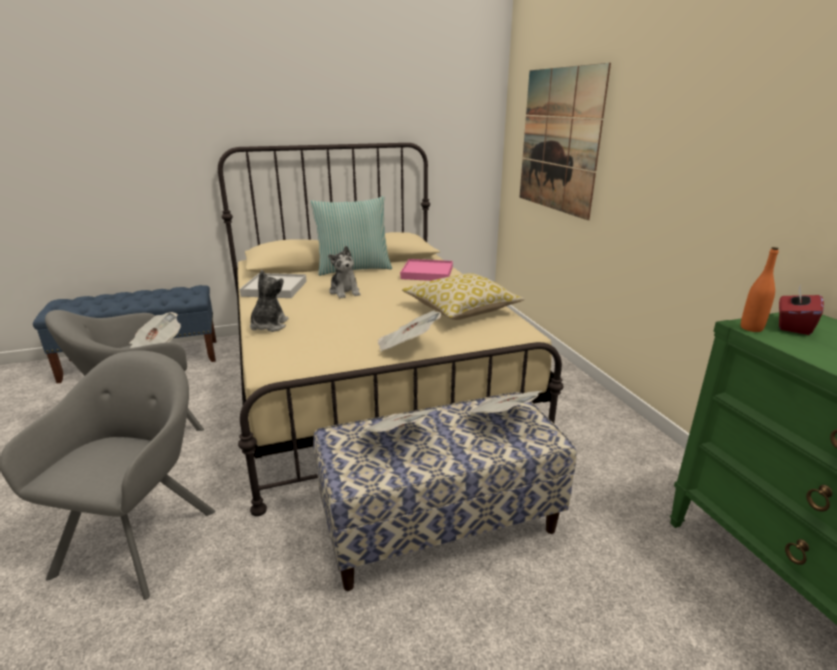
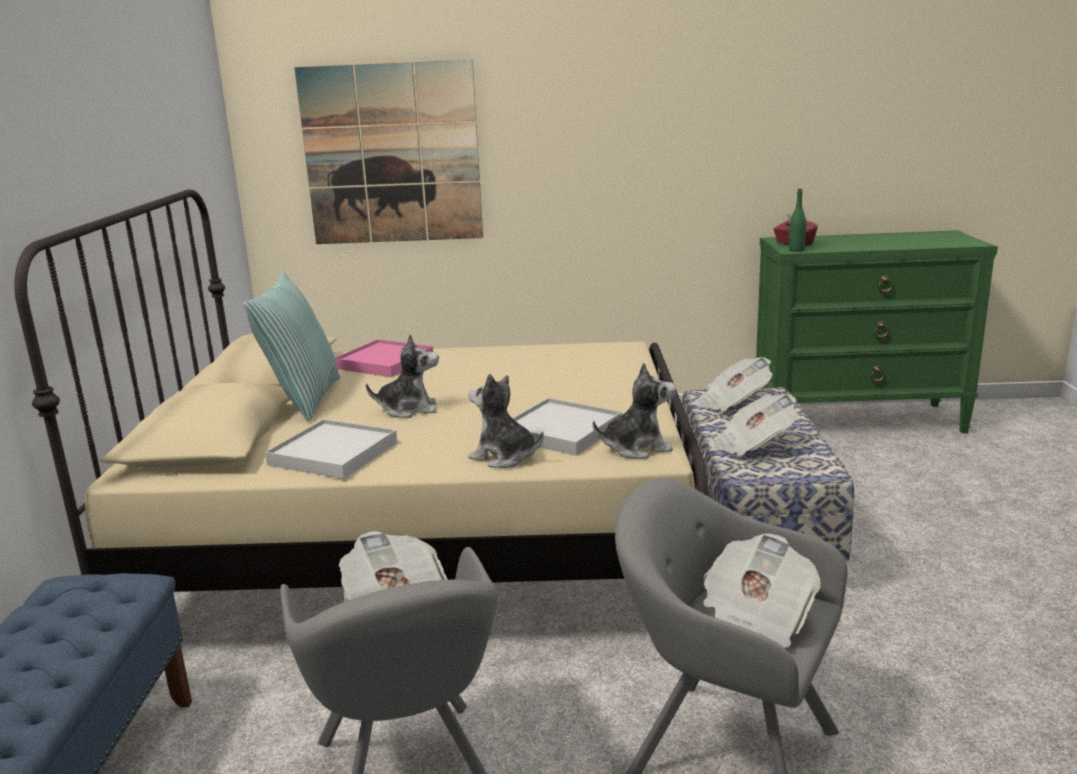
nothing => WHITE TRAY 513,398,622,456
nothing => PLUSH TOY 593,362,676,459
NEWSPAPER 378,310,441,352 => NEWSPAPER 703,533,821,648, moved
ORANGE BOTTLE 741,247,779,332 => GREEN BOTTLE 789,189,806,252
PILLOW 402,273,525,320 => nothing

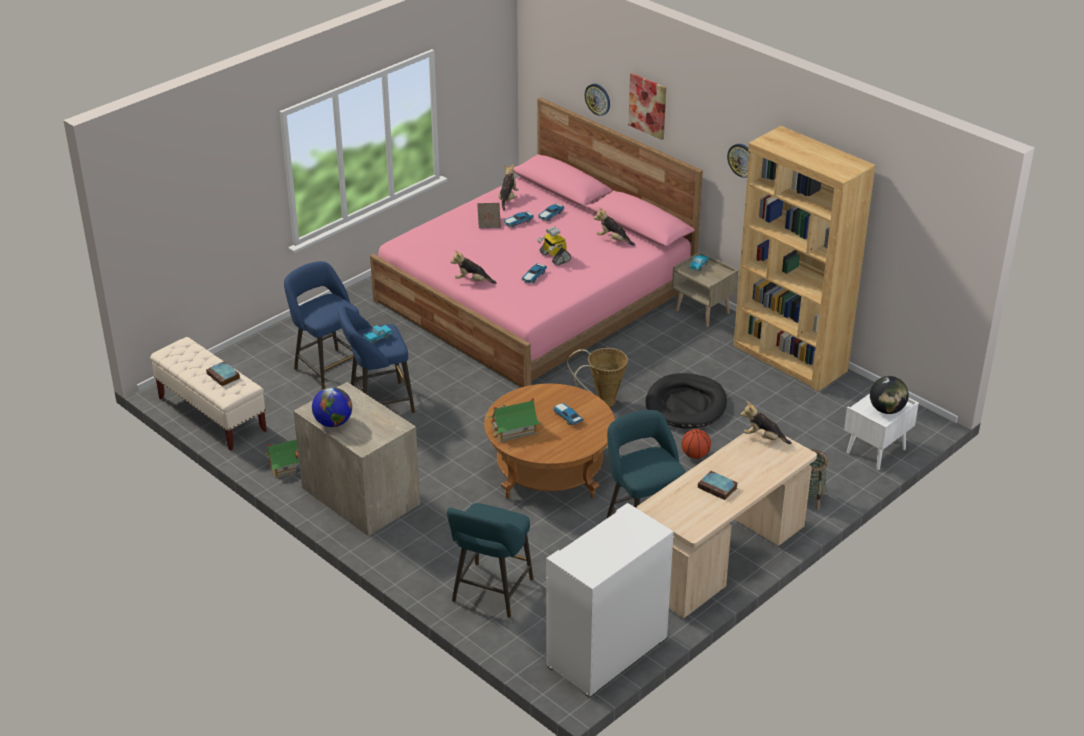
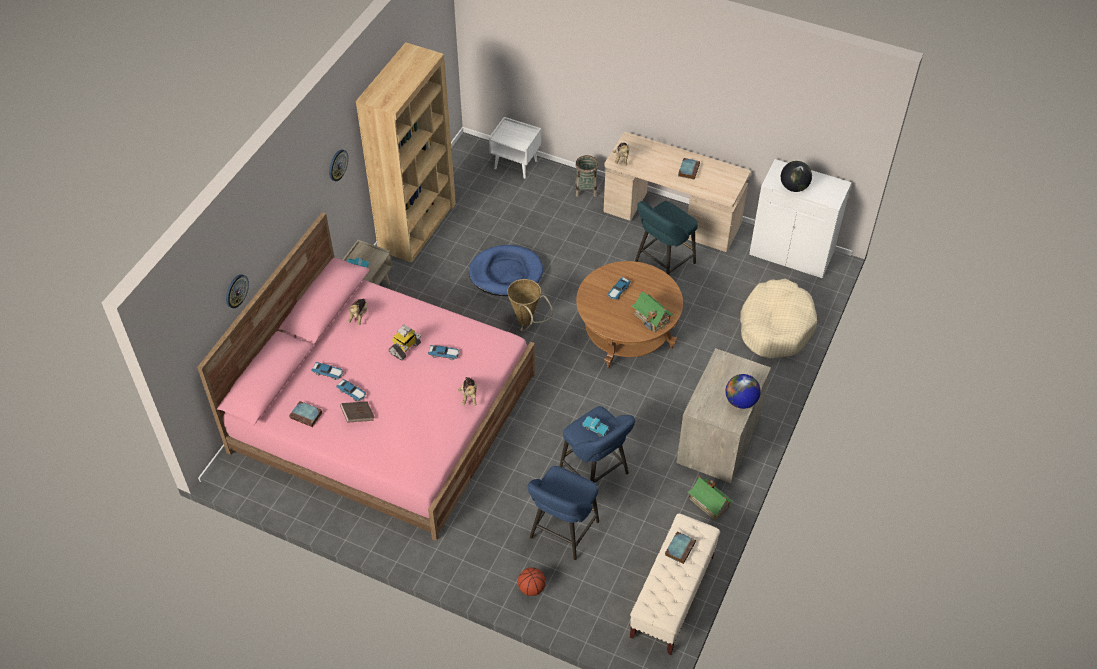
PLUSH TOY 499,164,518,211 => BOOK 289,401,322,427
BLACK DOG BED 645,373,727,429 => BLUE DOG BED 469,245,543,296
BASKETBALL 681,429,711,459 => BASKETBALL 518,567,546,596, moved
TURQUOISE STOOL 447,503,533,618 => BEIGE DOG BED 740,279,817,359
GLOBE 870,376,909,414 => GLOBE 781,161,812,192, moved
PICTURE 628,73,666,140 => nothing

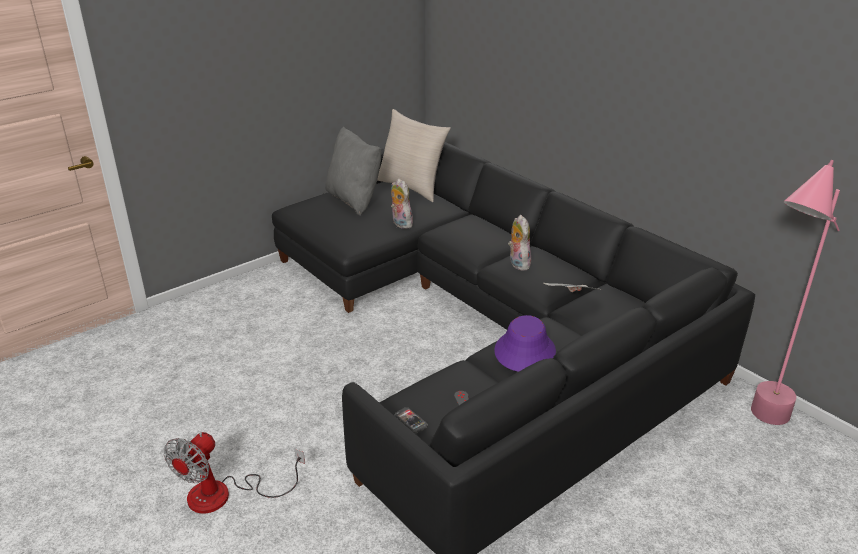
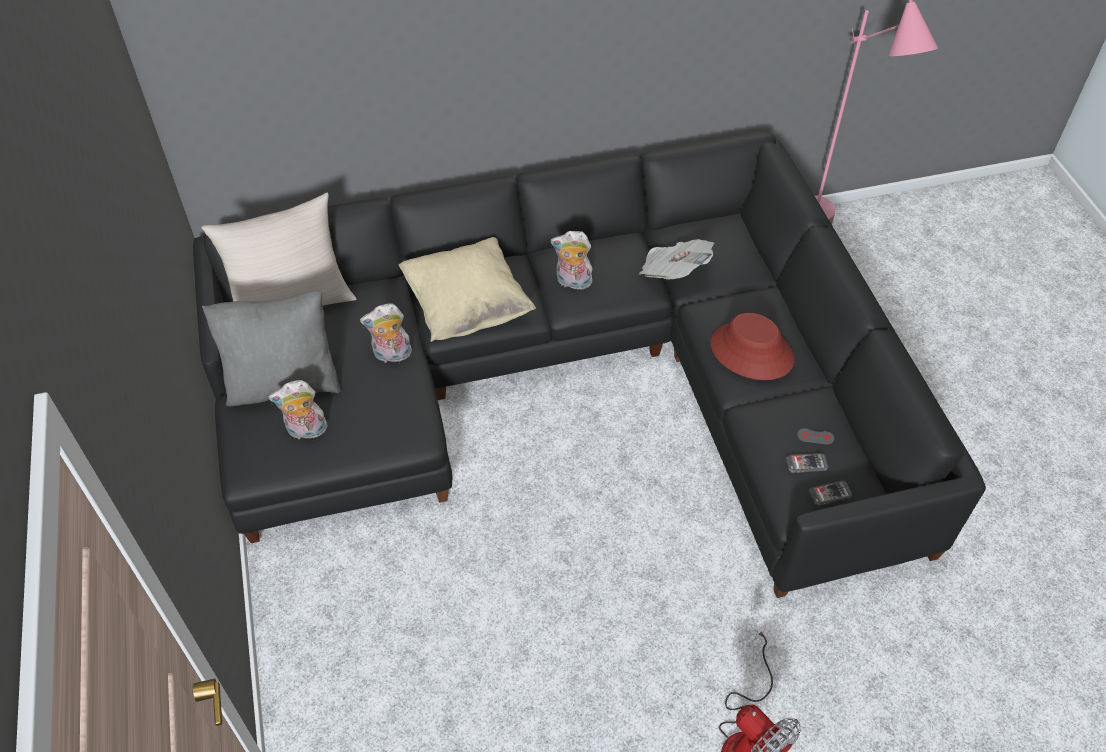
nothing => PLUSH TOY 268,380,328,439
nothing => BEIGE PILLOW 398,237,536,342
PURPLE HAT 494,315,556,372 => RED HAT 711,313,795,380
nothing => PHONE 786,453,828,473

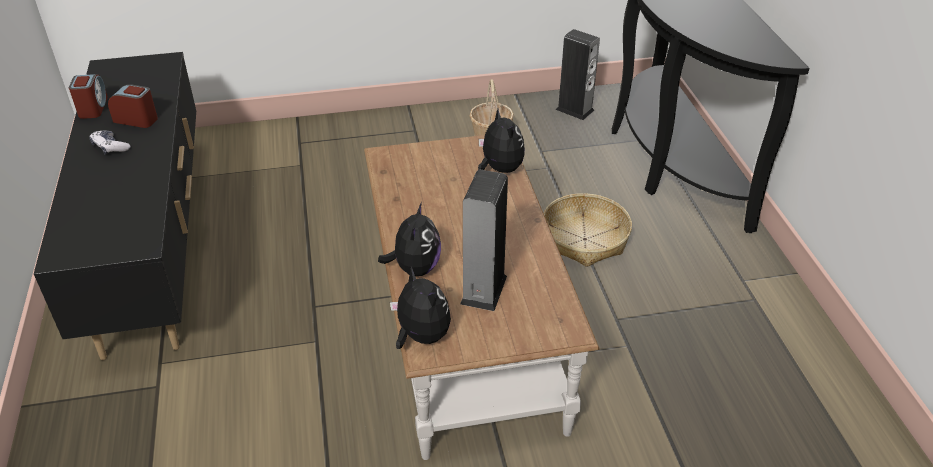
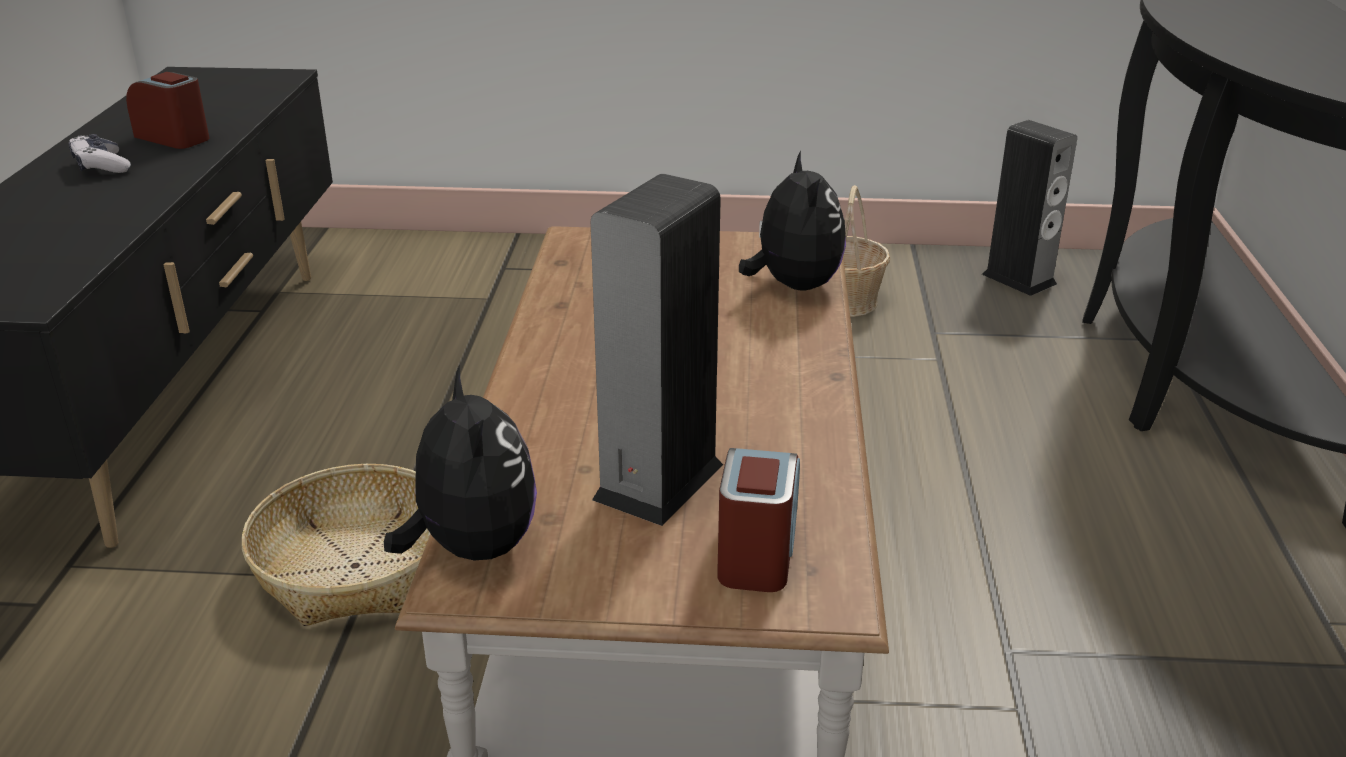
BASKET 544,193,632,267 => BASKET 242,464,430,626, moved
ALARM CLOCK 69,74,108,119 => ALARM CLOCK 717,448,800,592, moved
PLUSH TOY 378,202,441,276 => nothing

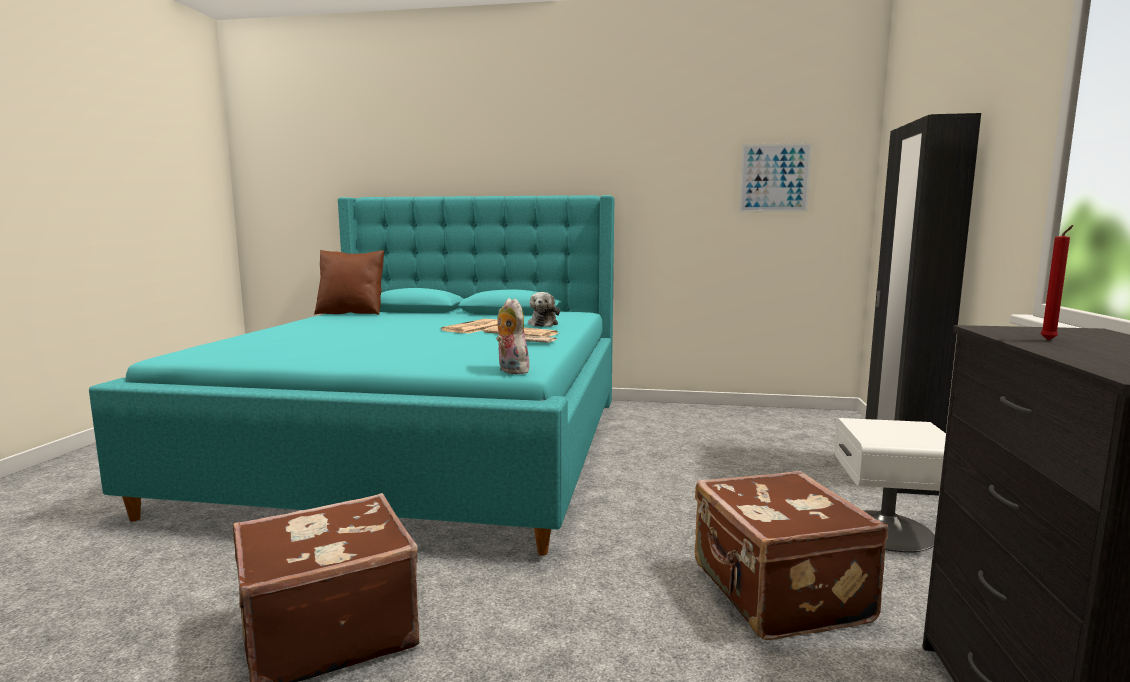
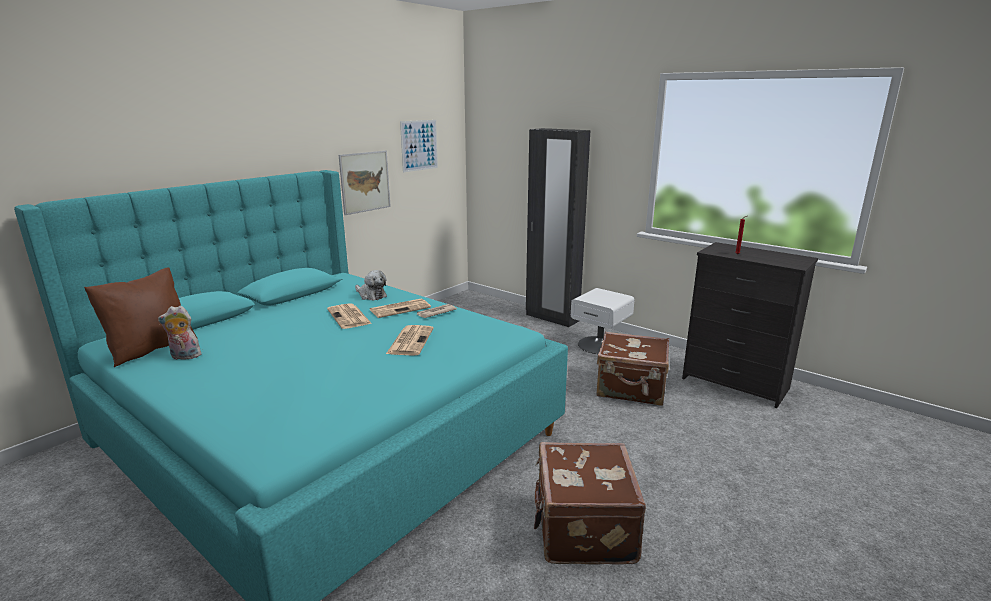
PLUSH TOY 496,298,529,374 => PLUSH TOY 158,305,205,360, moved
nothing => PICTURE 339,151,391,215
nothing => NEWSPAPER 386,325,433,356

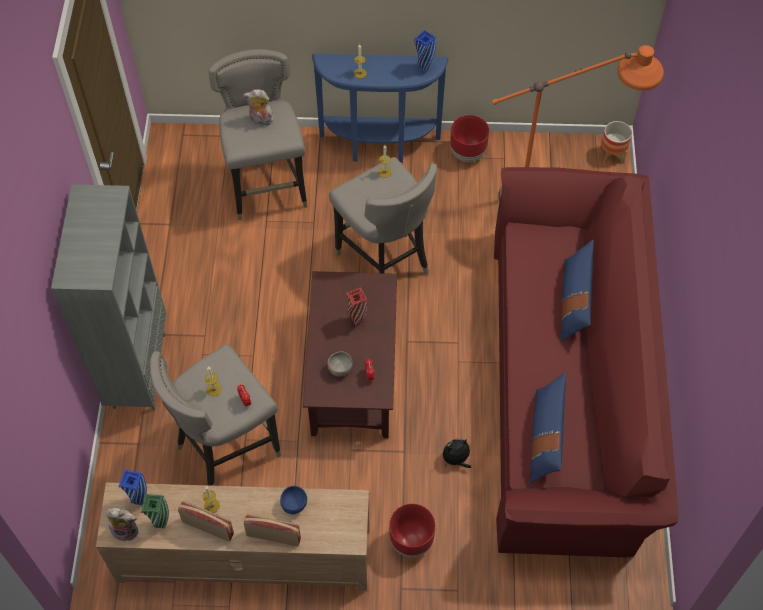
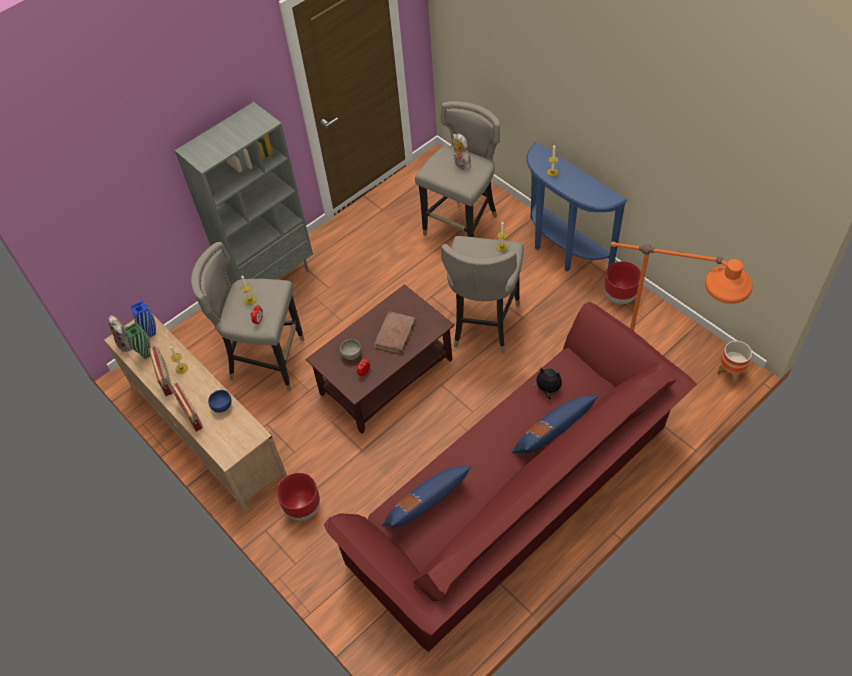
RED VASE 346,287,368,326 => BROWN BOOK 374,311,416,354
PLUSH TOY 443,439,471,468 => PLUSH TOY 532,368,562,400, moved
BLUE VASE 414,30,436,73 => nothing

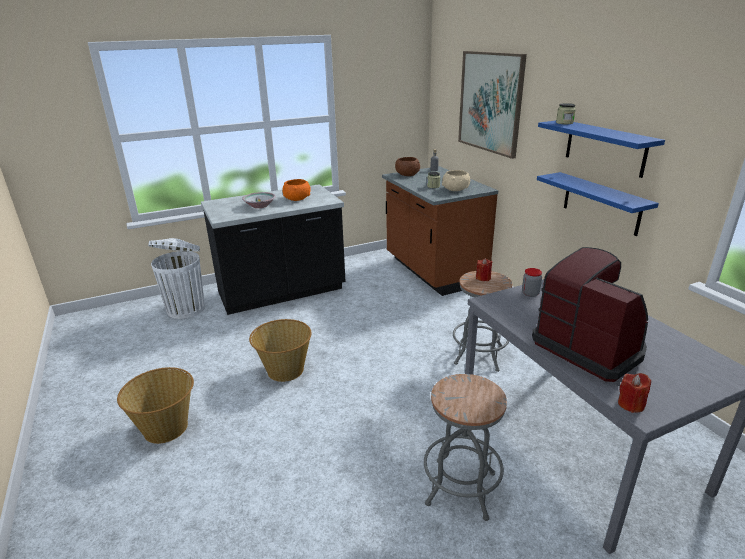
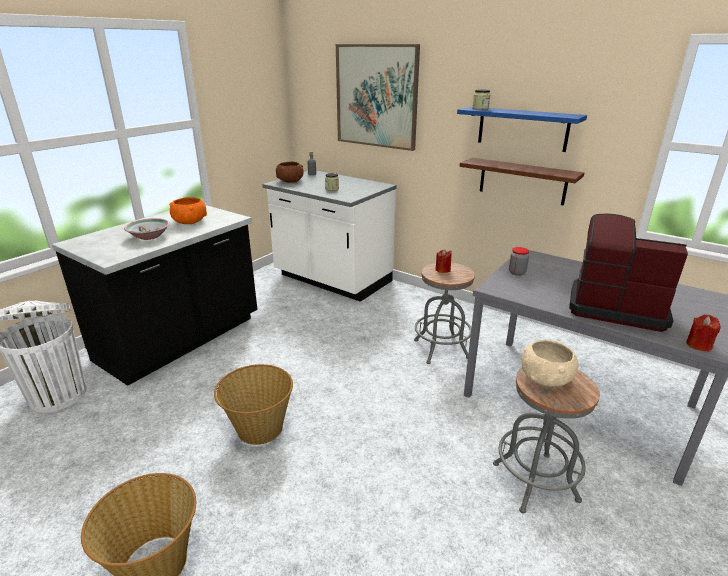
BROWN COUNTER 382,166,498,296 => WHITE COUNTER 262,171,397,302
BLUE SHELF 537,172,659,236 => BROWN SHELF 459,158,584,206
BEIGE BOWL 442,170,470,191 => BEIGE BOWL 522,340,579,387, moved

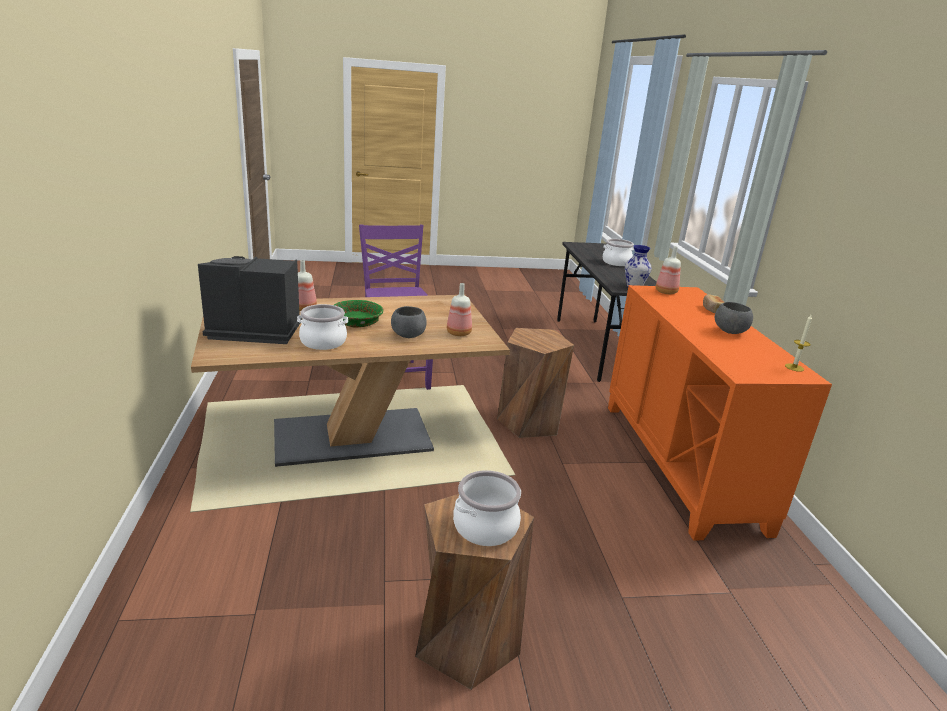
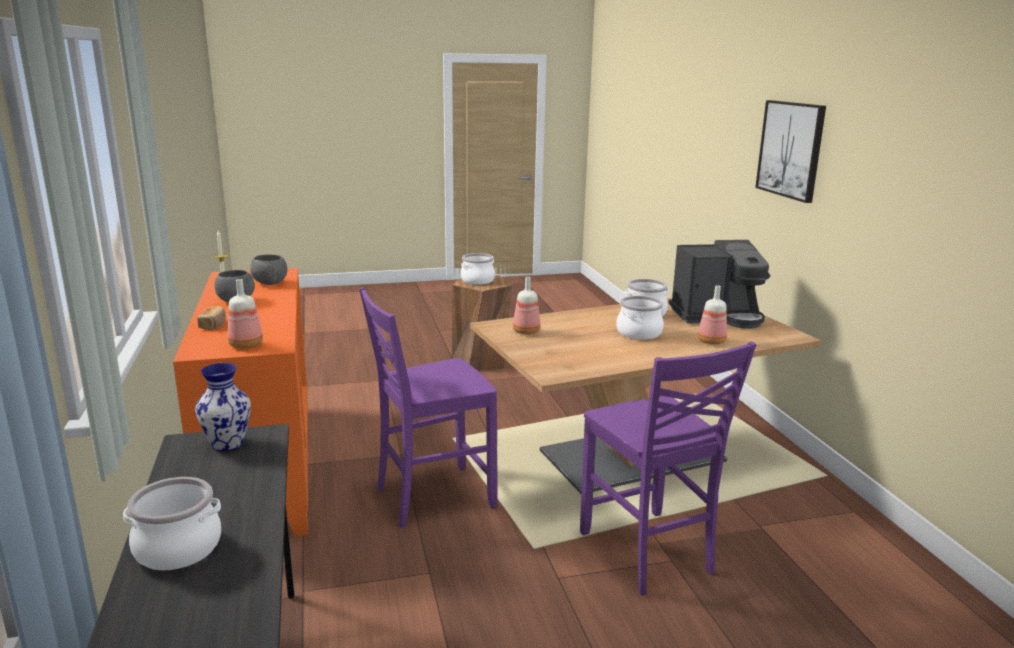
GREY BOWL 391,306,427,338 => GREY BOWL 250,255,287,285, moved
BROWN STOOL 497,328,574,438 => PURPLE CHAIR 359,287,498,528
GREEN BOWL 334,300,384,327 => COOKING POT 616,295,664,340
nothing => PICTURE 755,100,826,203

